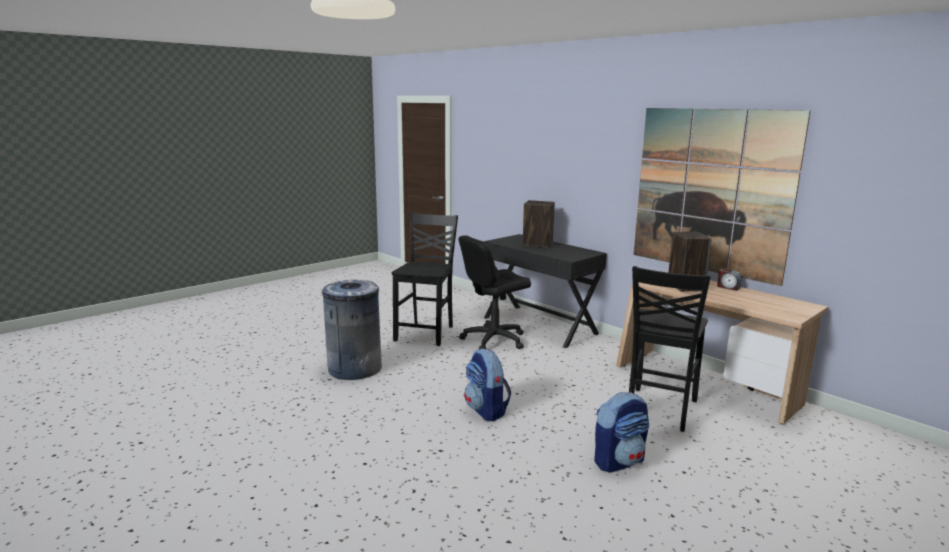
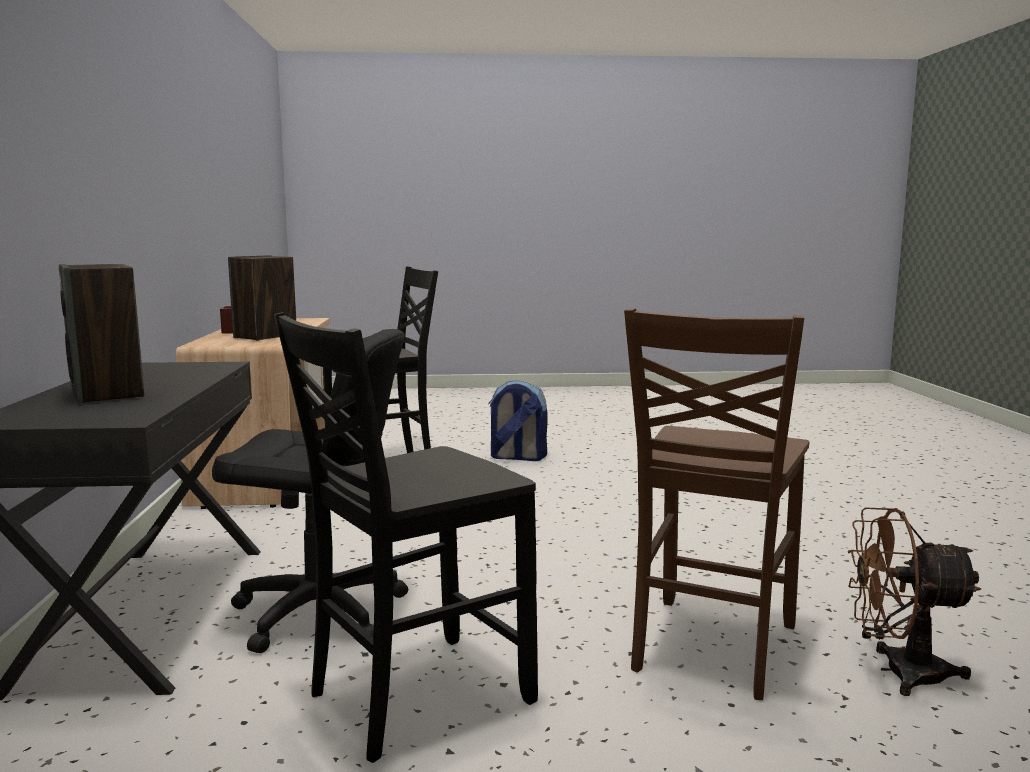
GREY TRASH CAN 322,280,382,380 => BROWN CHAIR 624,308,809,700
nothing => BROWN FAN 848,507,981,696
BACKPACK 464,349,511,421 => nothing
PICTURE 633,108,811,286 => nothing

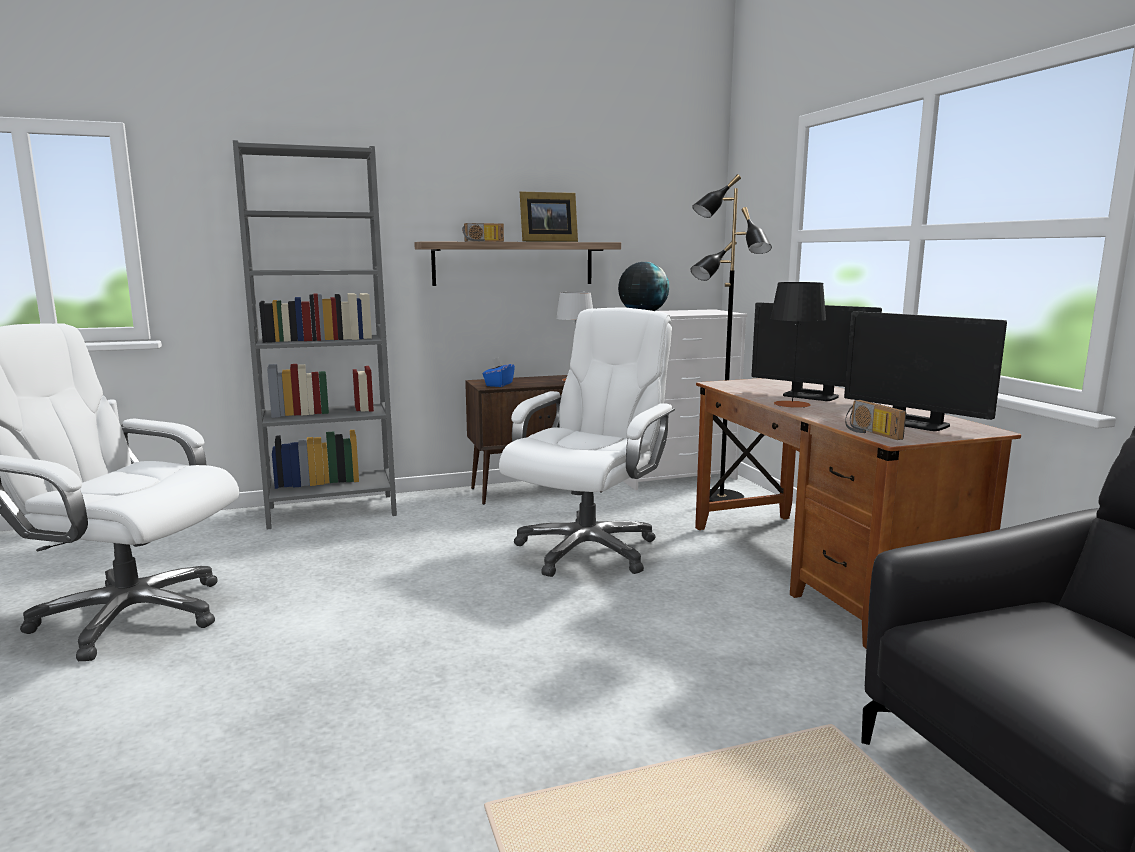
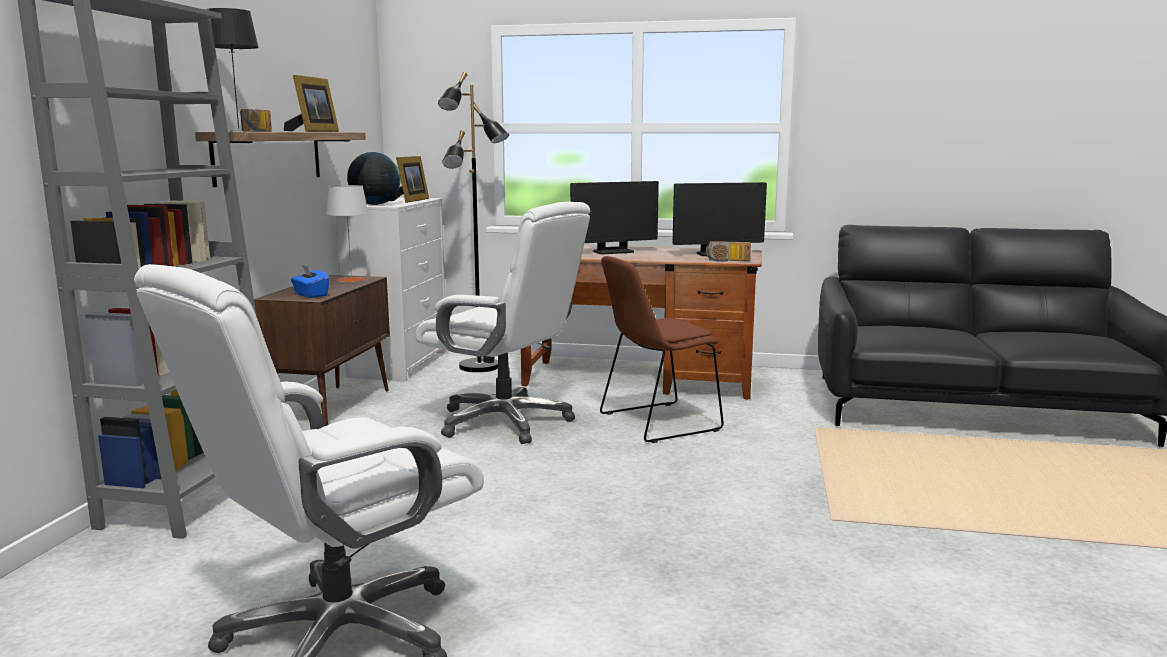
BLACK TABLE LAMP 770,282,826,408 => BLACK TABLE LAMP 208,8,259,132, moved
nothing => PICTURE FRAME 389,156,429,203
WHITE OFFICE CHAIR 499,308,675,577 => WHITE OFFICE CHAIR 415,202,590,444, 150 degrees clockwise
nothing => BROWN CHAIR 600,256,724,443

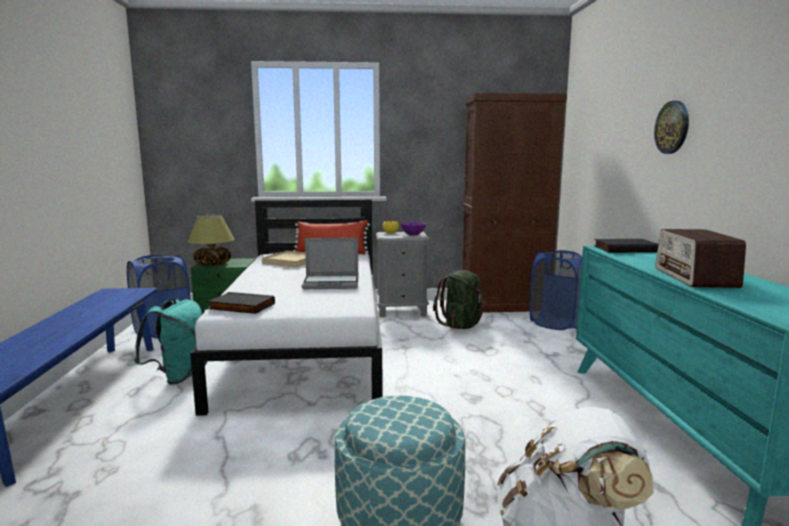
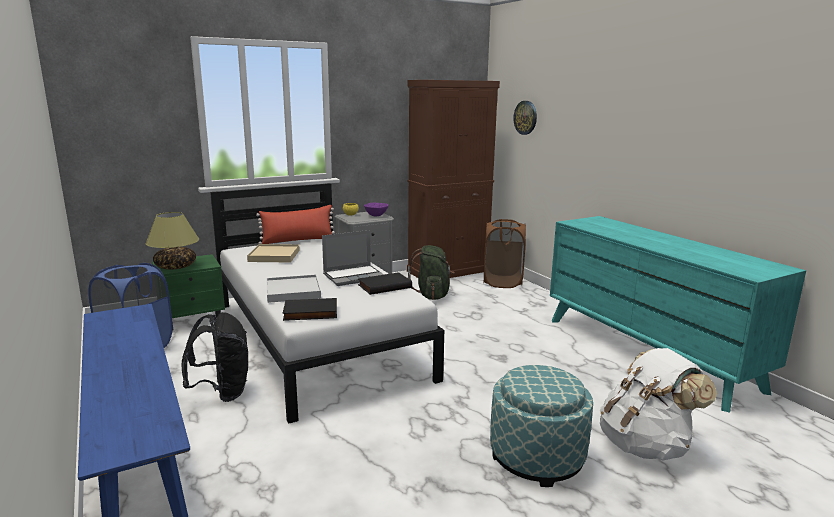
TURQUOISE BACKPACK 134,299,207,385 => BLACK BACKPACK 182,312,248,402
nothing => WHITE TRAY 267,275,321,303
BLACK BOOK 594,239,658,253 => BLACK BOOK 358,272,412,295, moved
BLUE LAUNDRY BASKET 529,250,582,330 => BROWN LAUNDRY BASKET 484,219,526,288
WALL CLOCK 654,101,689,154 => WALL CLOCK 513,101,537,135, moved
RADIO 655,229,746,288 => nothing

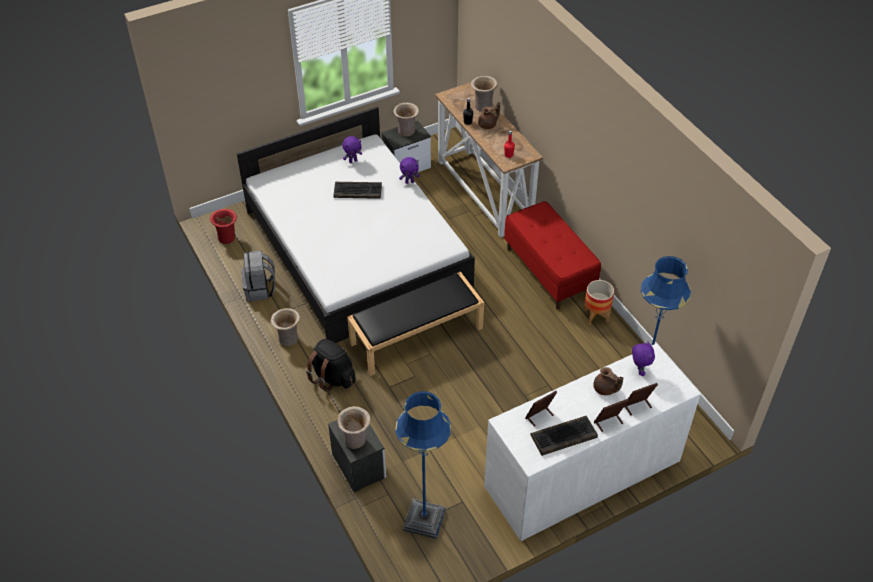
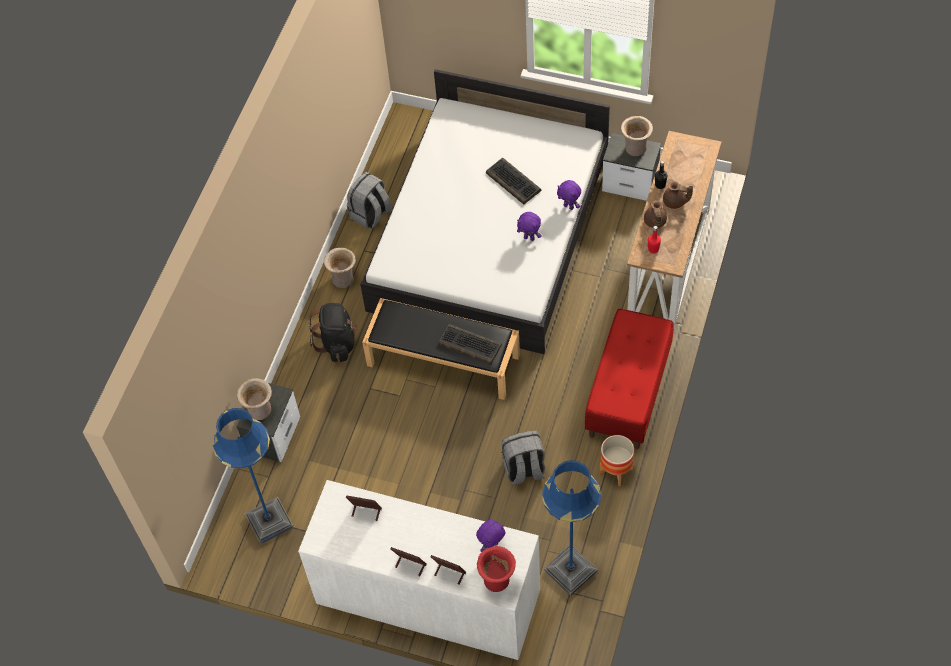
KEYBOARD 530,416,598,456 => KEYBOARD 438,324,502,365, moved
RED VASE 210,209,237,244 => RED VASE 477,546,516,592, moved
nothing => GREY BACKPACK 502,431,545,485
PURPLE PLUSH TOY 342,136,362,163 => PURPLE PLUSH TOY 517,212,542,241, moved
BROWN TEAPOT 593,367,623,395 => BROWN TEAPOT 644,200,667,228, moved
BEIGE VASE 471,76,498,112 => nothing

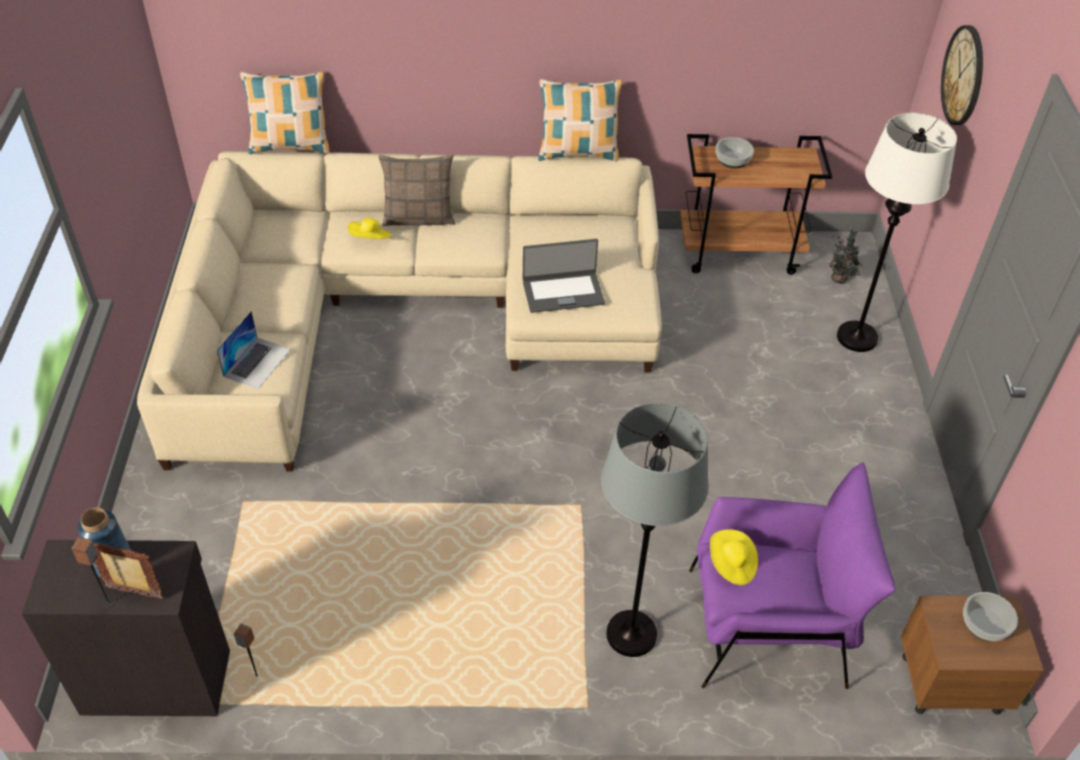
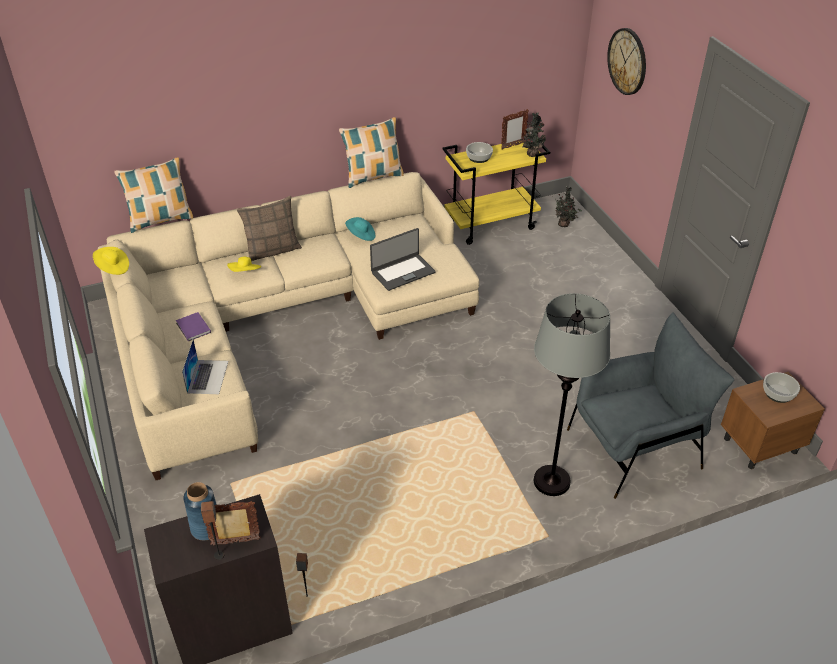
YELLOW HAT 710,529,758,585 => YELLOW HAT 93,247,129,275, moved
nothing => PURPLE BOOK 176,312,211,342
nothing => TURQUOISE HAT 345,217,375,241
BROWN CART 680,134,832,275 => YELLOW CART 442,130,550,245
nothing => PICTURE FRAME 501,109,529,150
nothing => POTTED PLANT 520,113,546,157
PURPLE ARMCHAIR 689,462,895,689 => GREY ARMCHAIR 567,312,734,499
WHITE FLOOR LAMP 837,113,957,352 => nothing

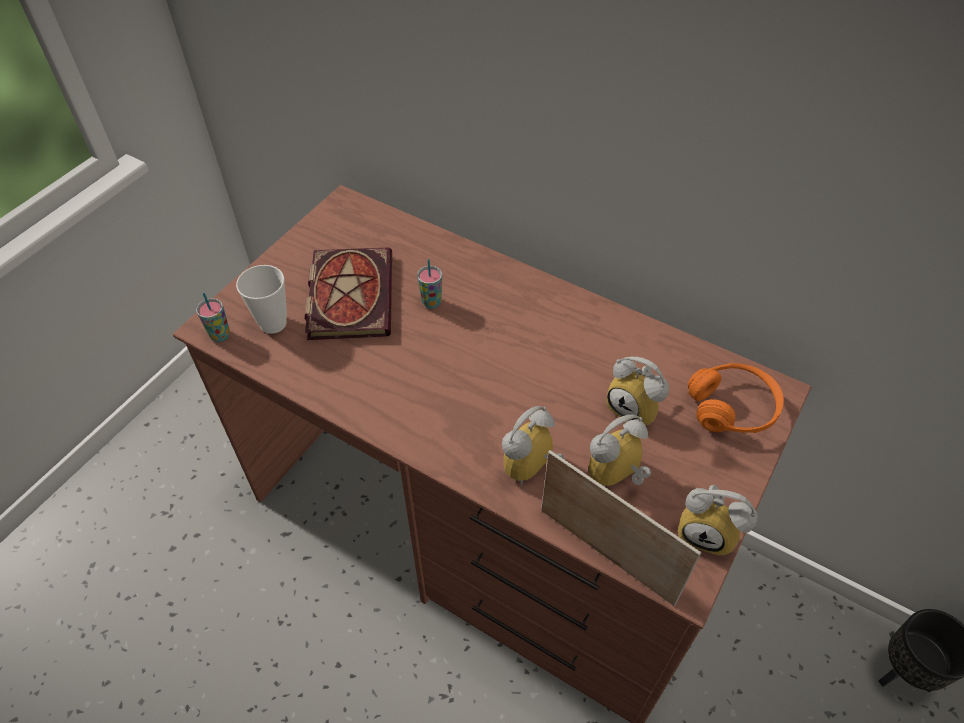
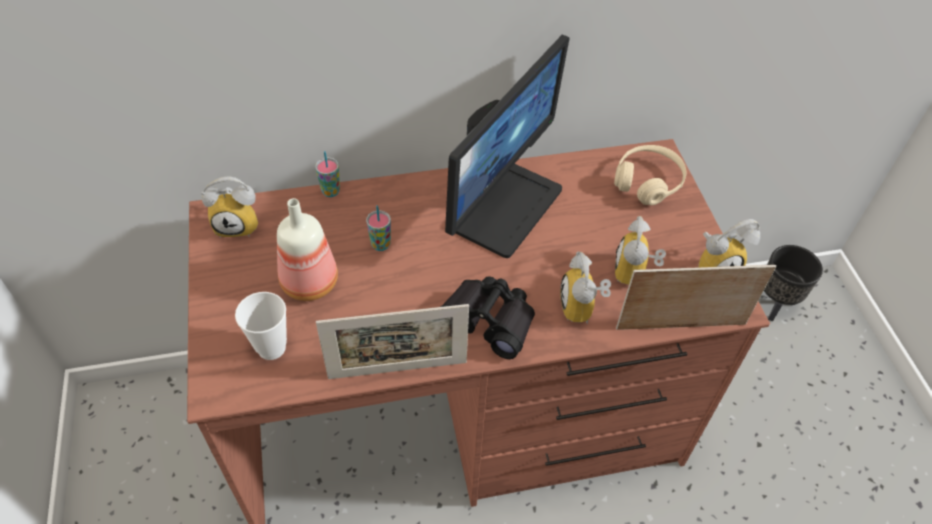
ALARM CLOCK 607,357,669,425 => ALARM CLOCK 201,176,258,238, moved
BOOK 305,247,392,340 => BOTTLE 277,198,338,301
CUP 196,293,230,342 => CUP 315,151,340,197, moved
nothing => PICTURE FRAME 316,304,469,379
nothing => BLACK BINOCULARS 441,276,535,359
nothing => MONITOR 445,34,569,258
ORANGE HEADPHONES 688,363,784,433 => BEIGE HEADPHONES 614,145,687,205

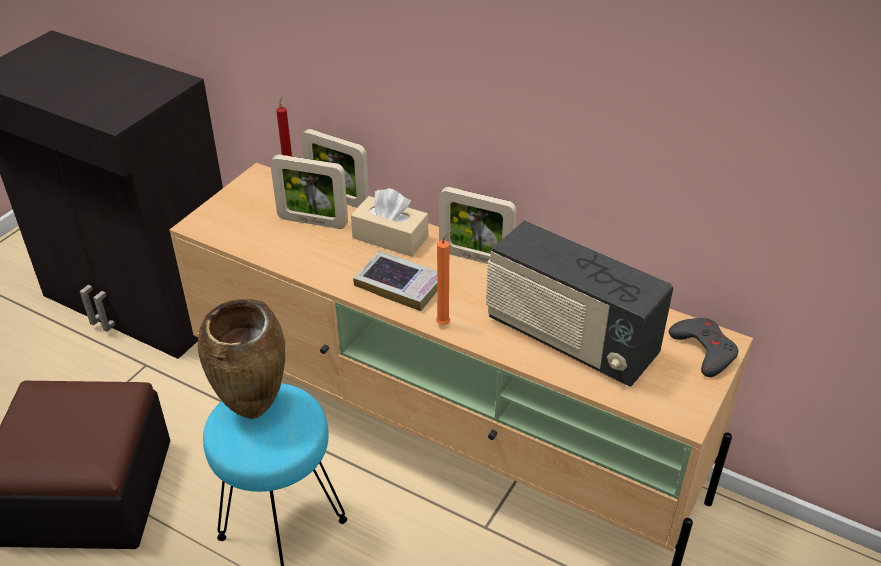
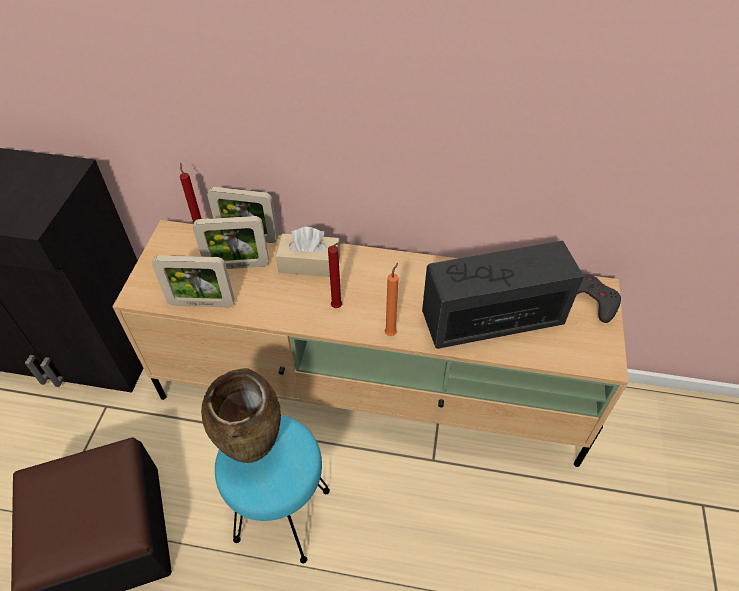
PICTURE FRAME 439,187,517,264 => PICTURE FRAME 152,255,234,307, moved
BOOK 353,250,437,311 => RED CANDLE 328,242,344,308
RADIO 486,220,673,387 => RADIO 422,241,584,349, 150 degrees clockwise

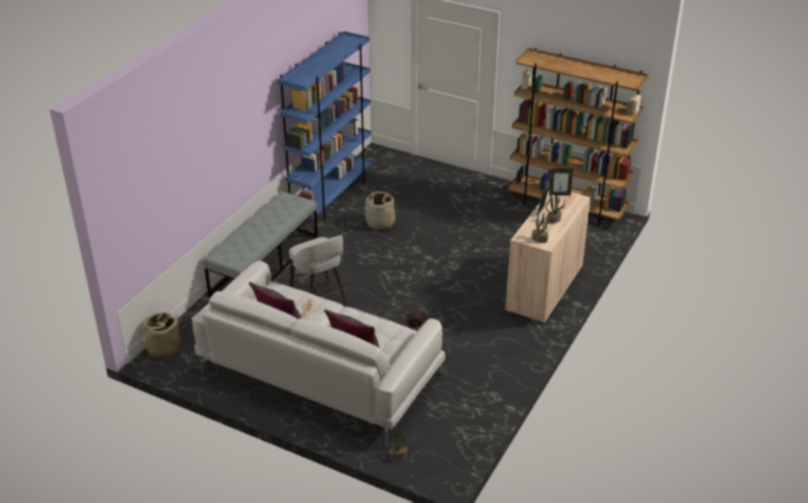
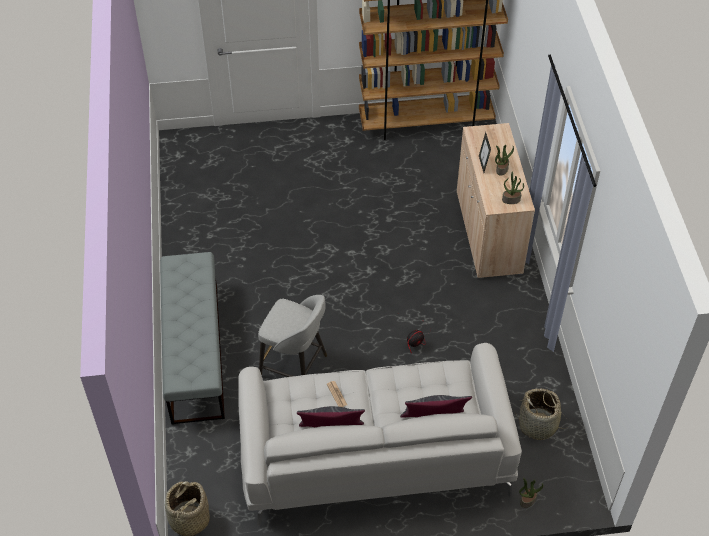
BASKET 365,191,395,230 => BASKET 515,389,568,440, moved
BLUE BOOKCASE 278,31,372,221 => nothing
PICTURE FRAME 549,169,573,196 => nothing

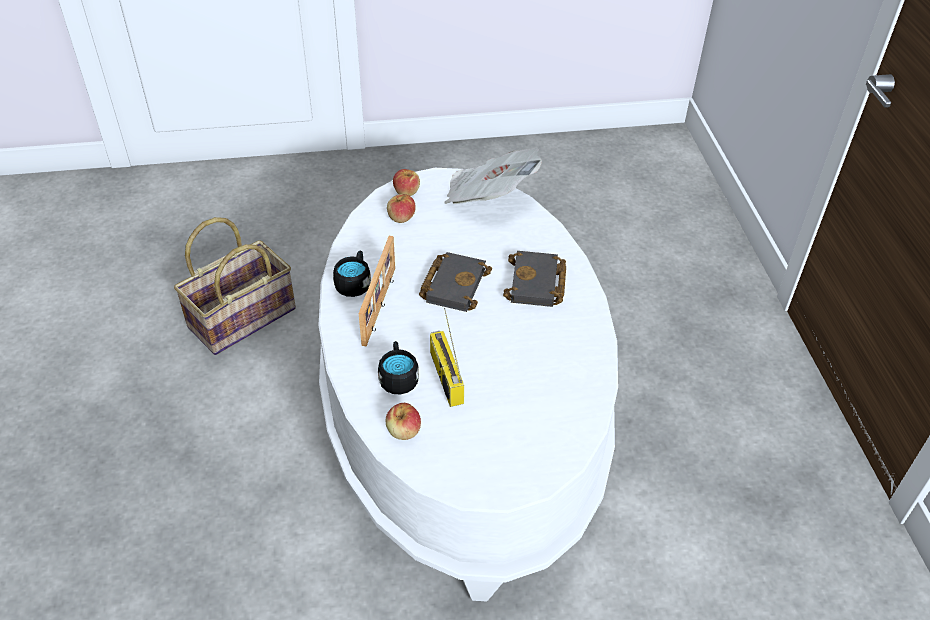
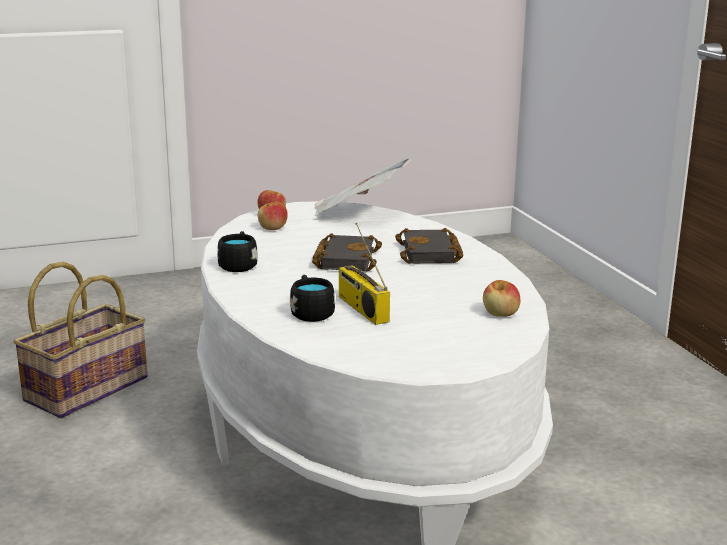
APPLE 386,403,421,440 => APPLE 483,280,520,317, moved
PICTURE FRAME 359,236,395,346 => nothing

